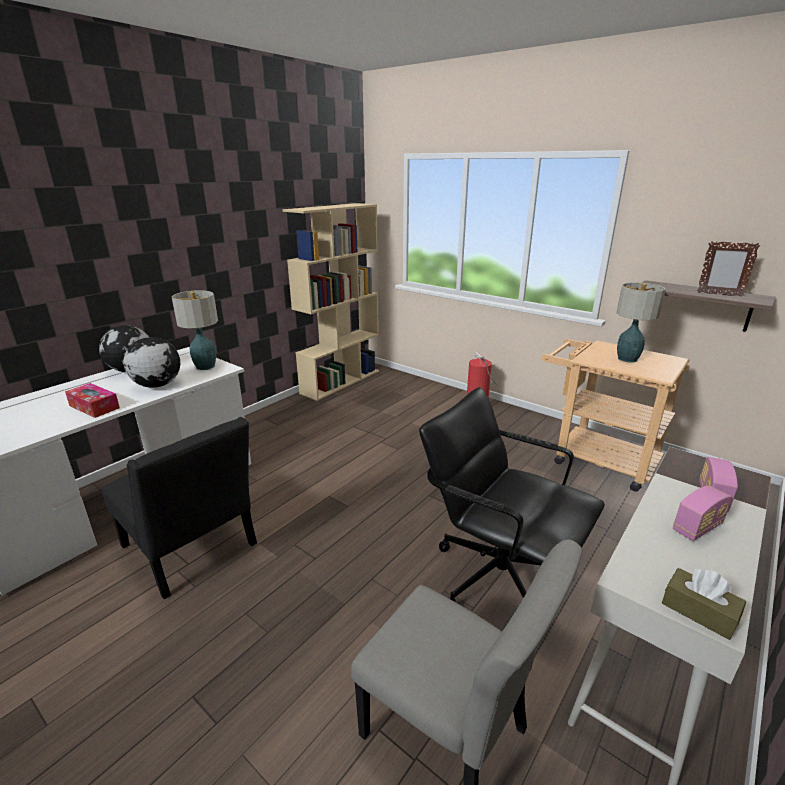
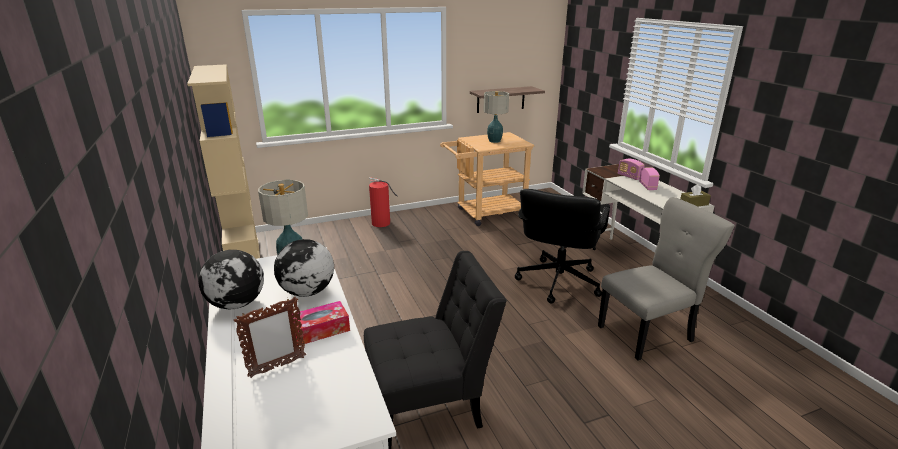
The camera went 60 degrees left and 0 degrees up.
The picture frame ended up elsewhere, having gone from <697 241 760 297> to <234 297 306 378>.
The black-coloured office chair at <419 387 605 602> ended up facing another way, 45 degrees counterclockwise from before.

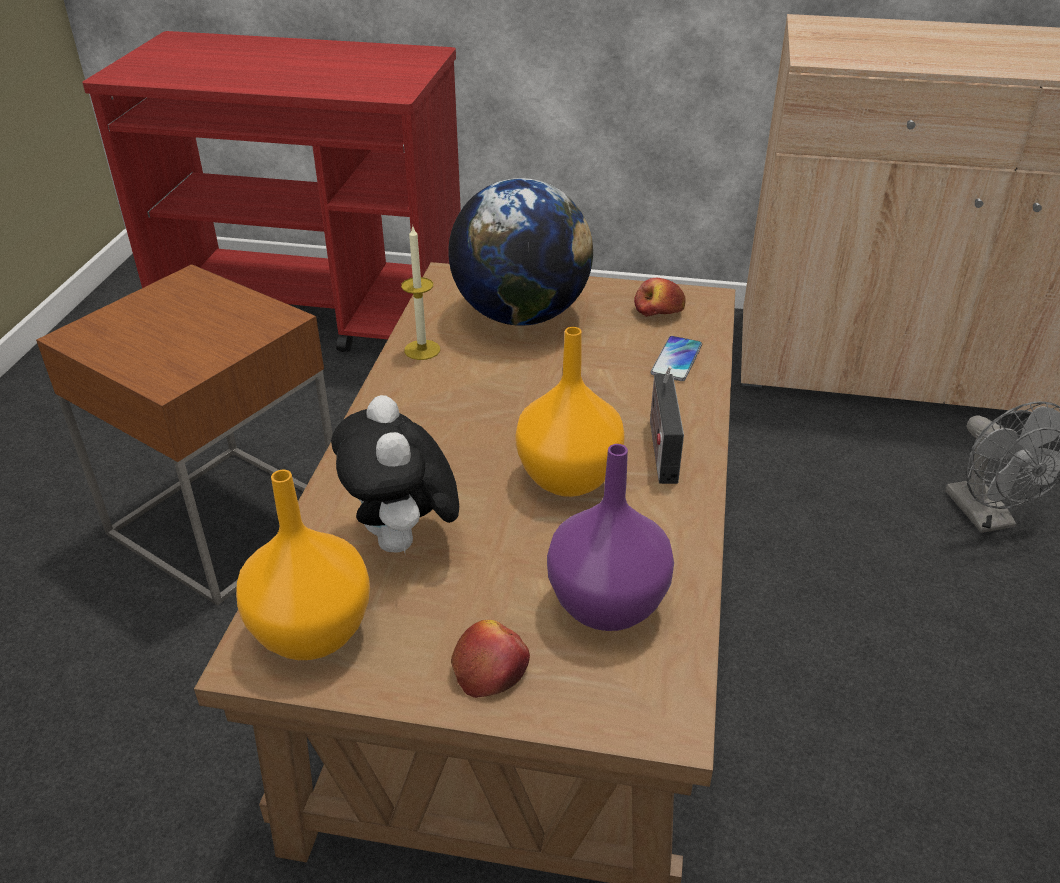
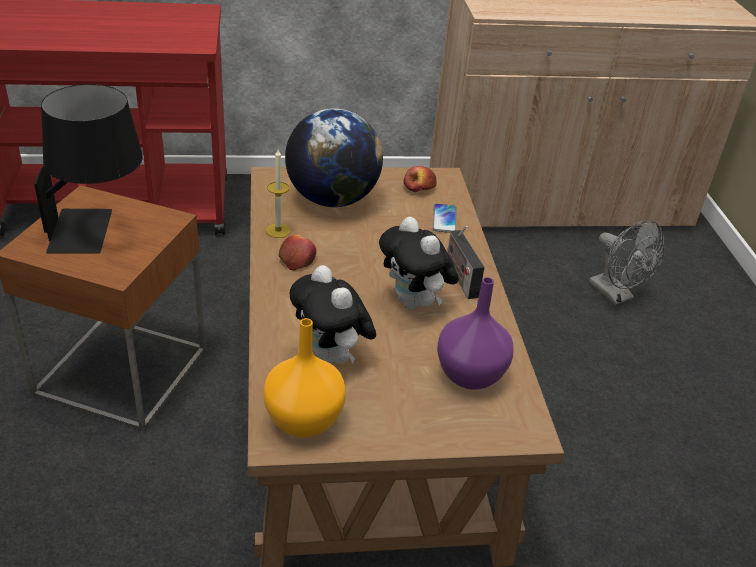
The camera went 20 degrees left and 0 degrees up.
Where the orange-coloured decorative vase stood at <515 327 624 497>, the plush toy came to stand at <379 217 459 310>.
The apple ended up elsewhere, having gone from <451 620 530 698> to <278 234 316 271>.
The second view gained the black-coloured lamp for a table at <34 84 143 254>.

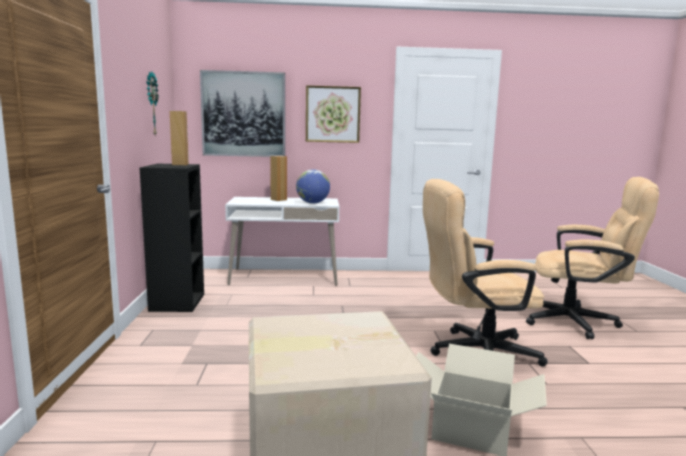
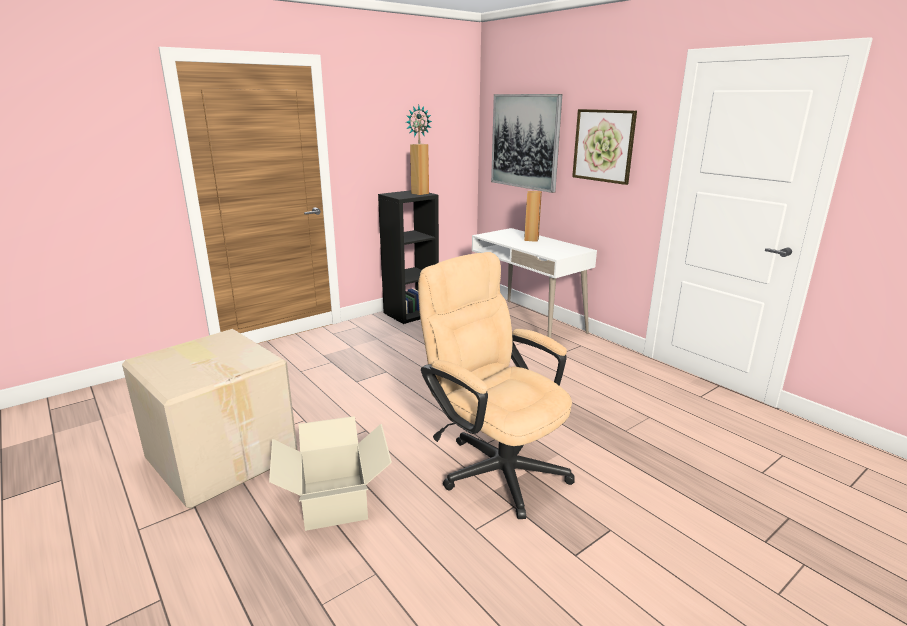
The camera went 55 degrees right and 10 degrees up.
The second view lost the world globe at <296 169 330 204>.
The second view lost the beige-coloured office chair at <526 177 659 339>.

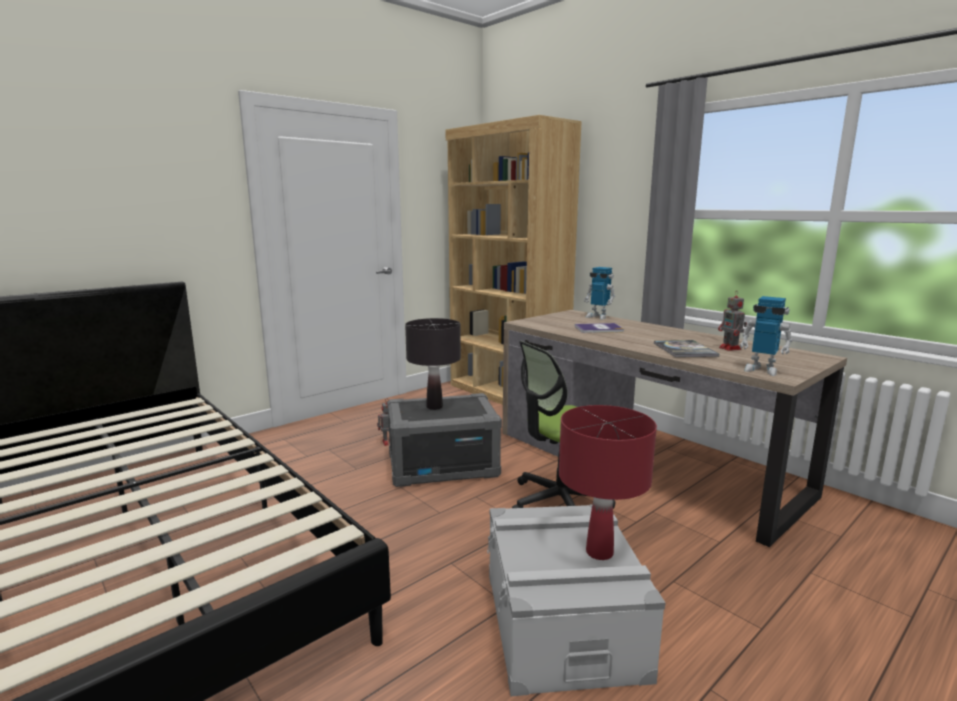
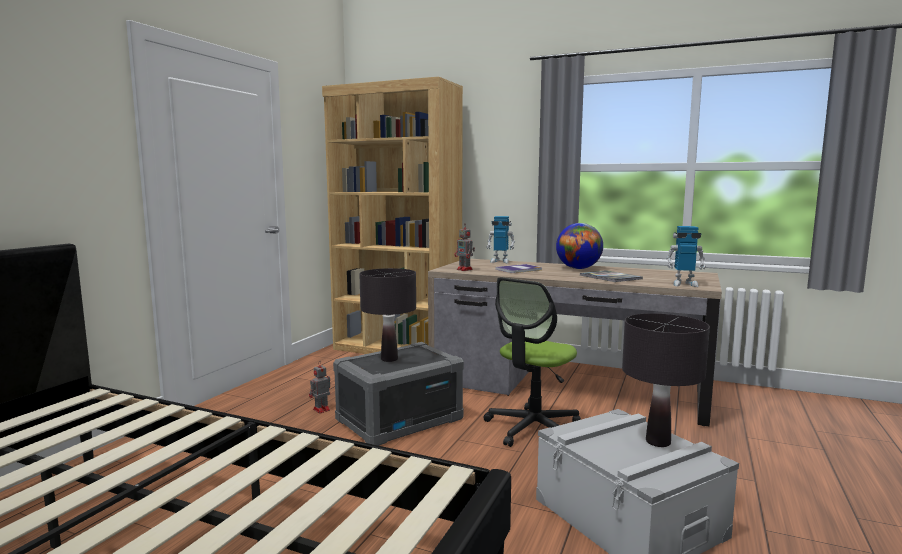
The camera went 25 degrees left and 5 degrees down.
The model robot ended up elsewhere, having gone from <718 291 747 351> to <454 224 475 271>.
What was the red-coloured lamp for a table at <559 405 657 560> turned into the black-coloured lamp for a table at <622 313 710 447>.
The second view gained the world globe at <556 223 603 269>.

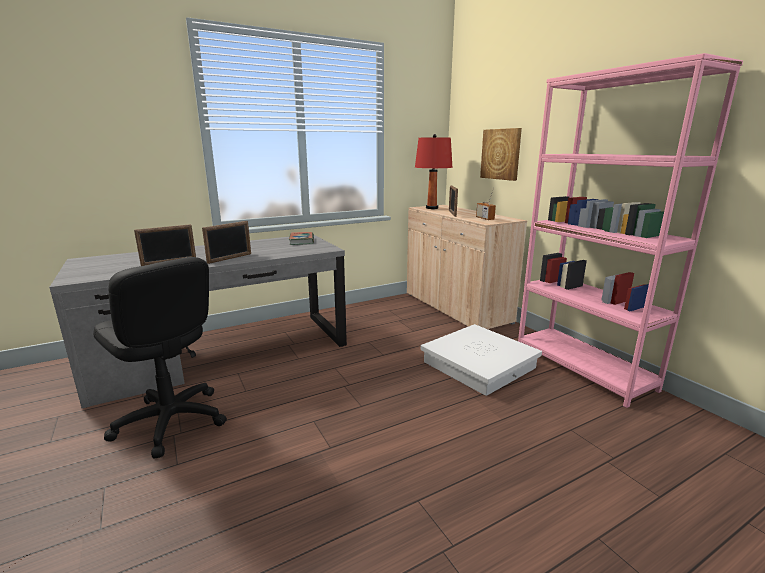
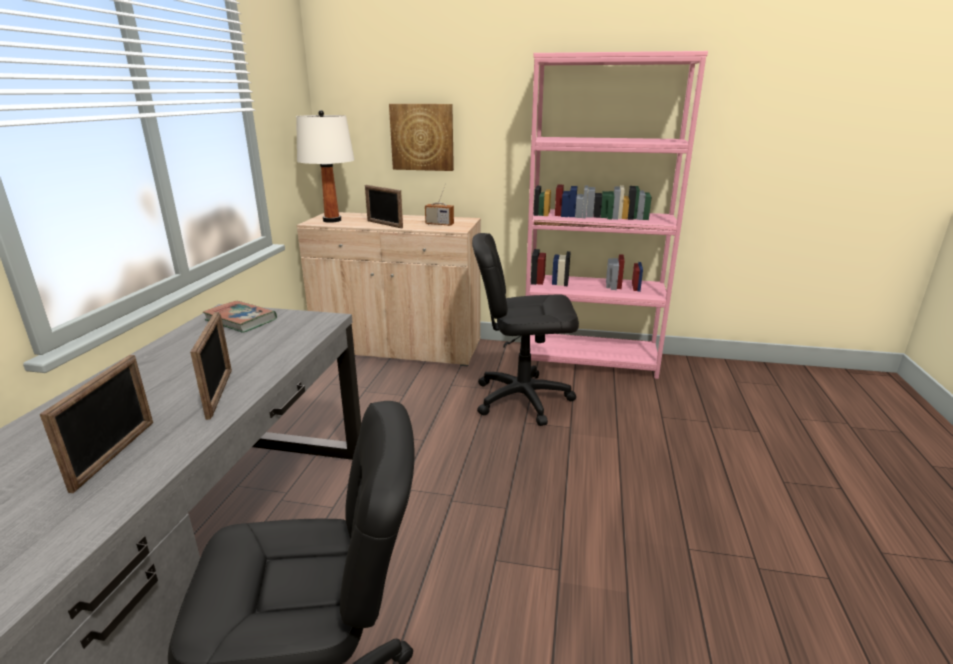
The camera went 50 degrees left and 5 degrees up.
What was the red-coloured lamp for a table at <415 134 453 209> turned into the whitish lamp for a table at <296 110 355 223>.
Where the whitish storage bin stood at <421 324 542 396>, the black-coloured office chair came to stand at <472 233 579 426>.

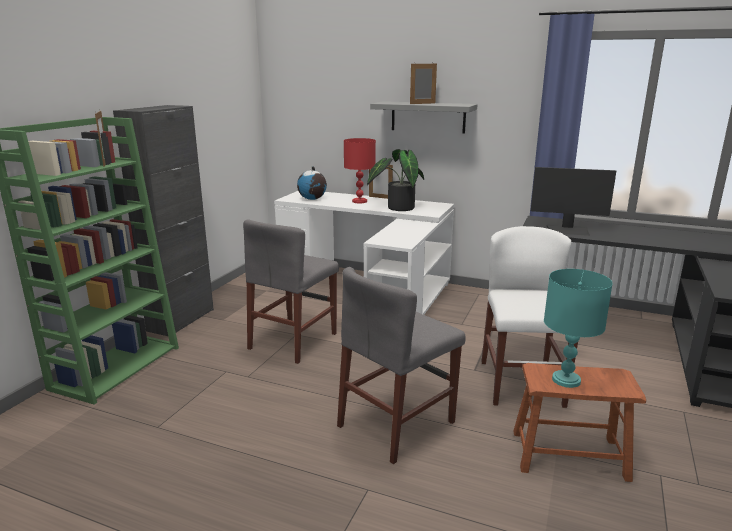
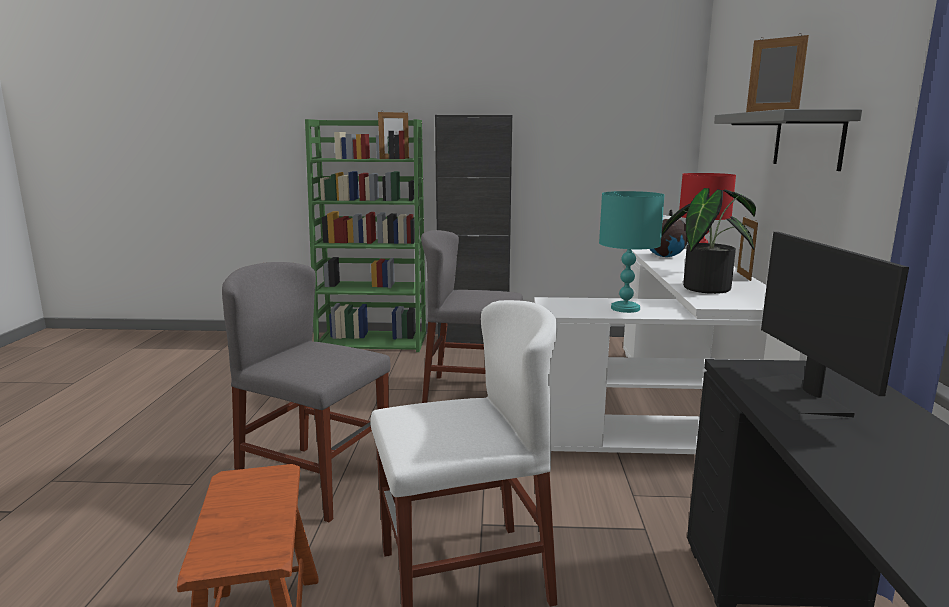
The camera went 70 degrees right and 5 degrees down.
The turquoise lamp for a table ended up elsewhere, having gone from <544 269 613 388> to <599 191 664 313>.

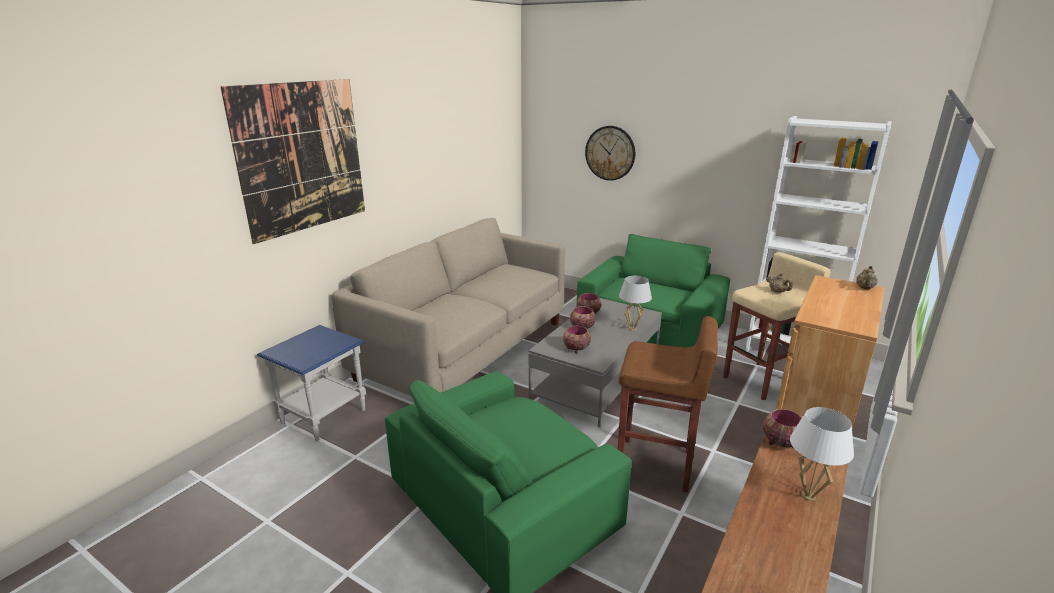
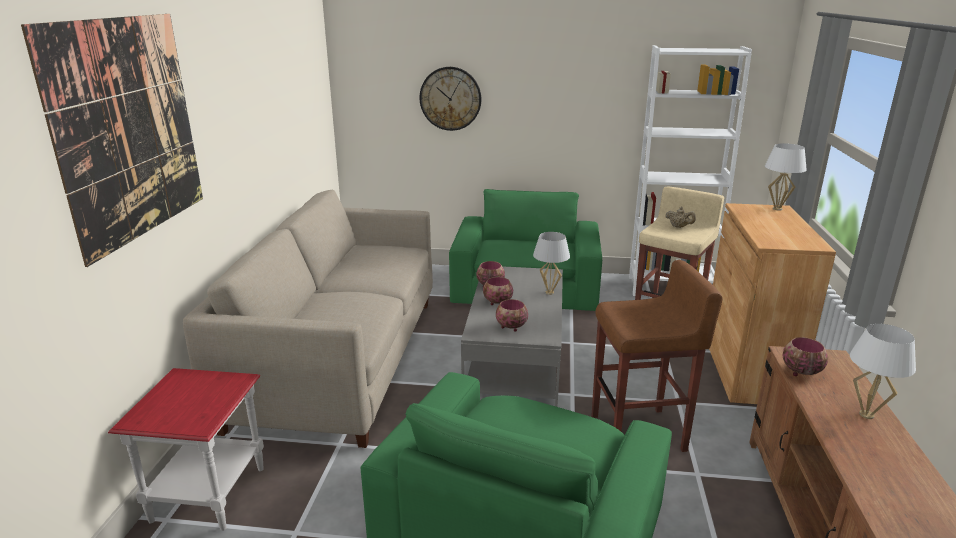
The camera went 25 degrees left and 0 degrees up.
Where the beige-coloured pot for tea stood at <856 266 878 289>, the whitish lamp for a table came to stand at <765 143 807 210>.
What was the blue end table at <257 325 366 441> turned into the red-coloured end table at <108 368 264 531>.

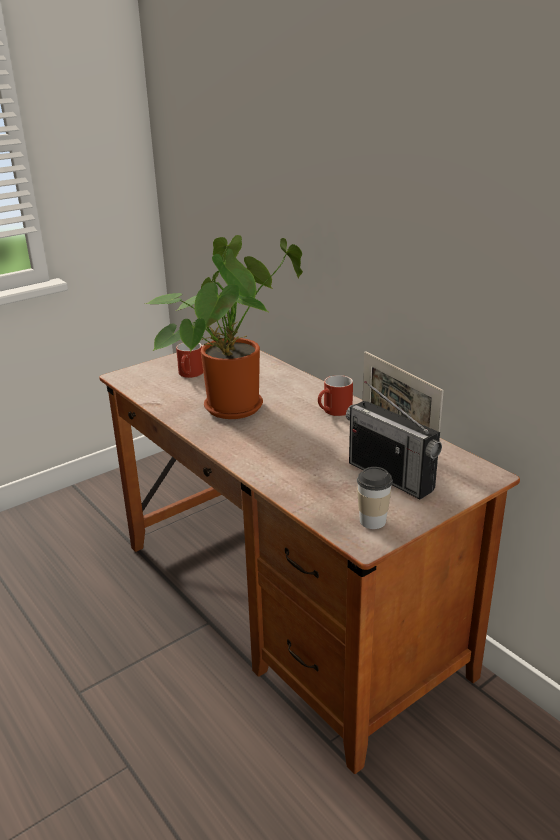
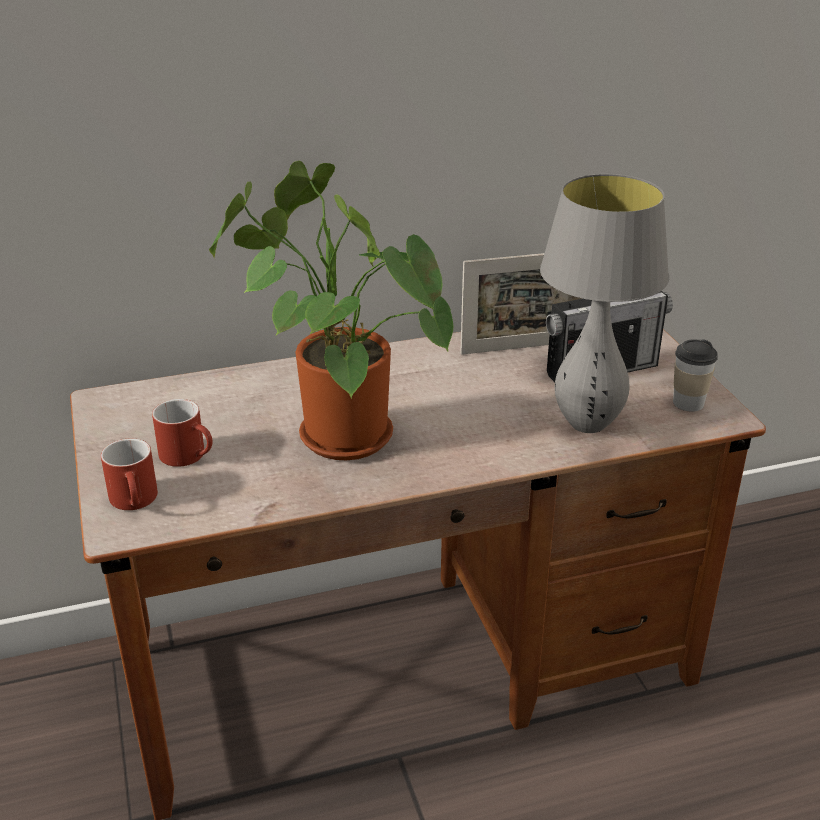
The camera went 70 degrees left and 5 degrees up.
The red-coloured tea mug ended up elsewhere, having gone from <318 375 353 416> to <101 438 158 510>.
The second view gained the greyish lamp for a table at <540 174 669 433>.

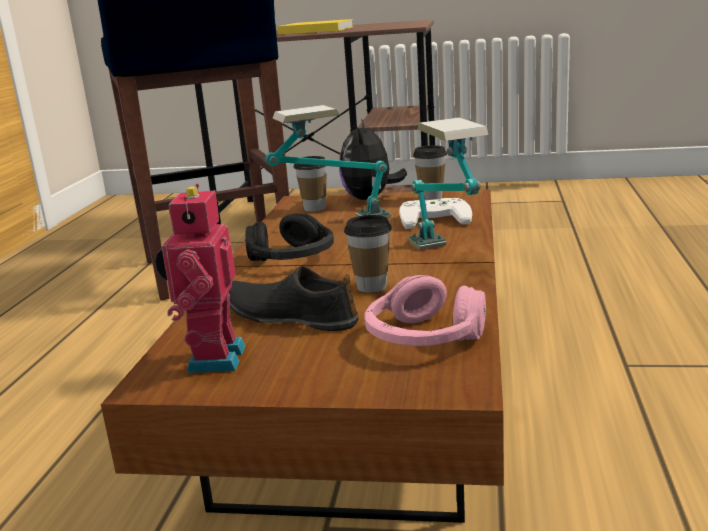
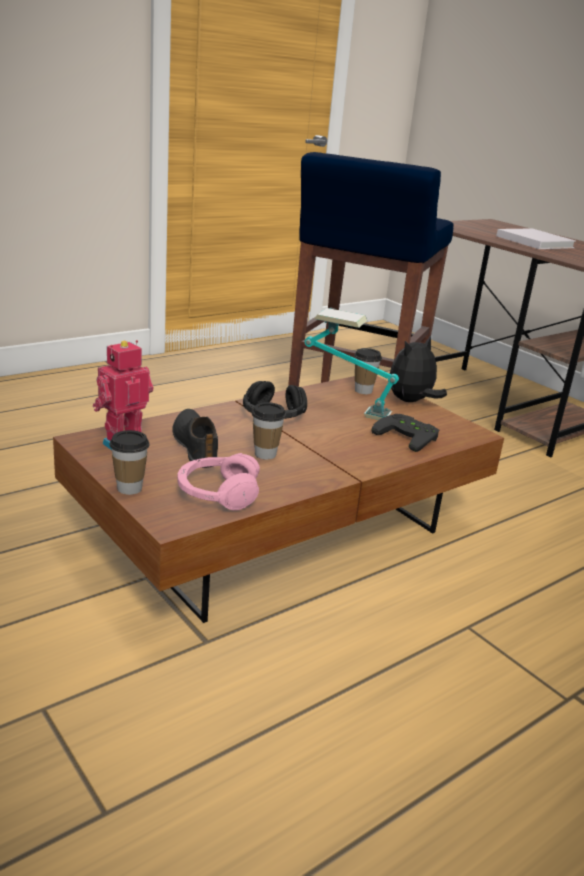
The camera went 40 degrees right and 5 degrees up.
What was the yellowish volume at <277 19 354 35> turned into the whitish volume at <496 228 576 249>.
The second view lost the lamp for a table at <408 117 489 250>.
The drinking cup ended up elsewhere, having gone from <413 145 447 200> to <109 430 149 495>.
What was the whitish game controller at <399 198 472 229> turned into the black-coloured game controller at <372 414 439 452>.

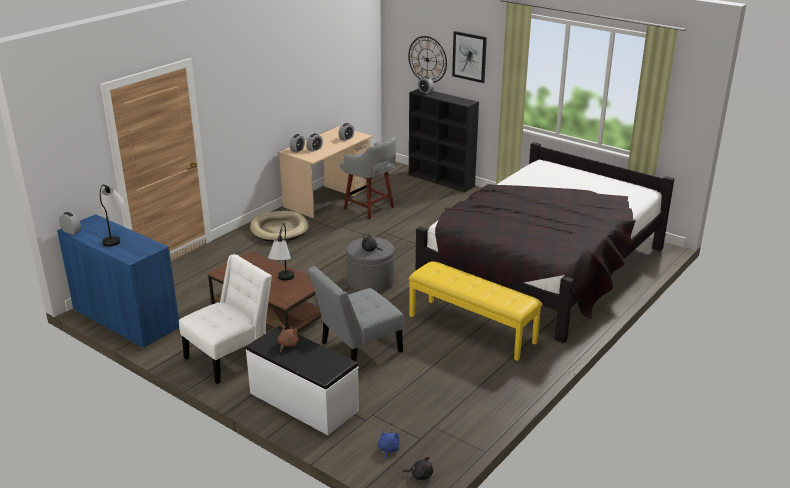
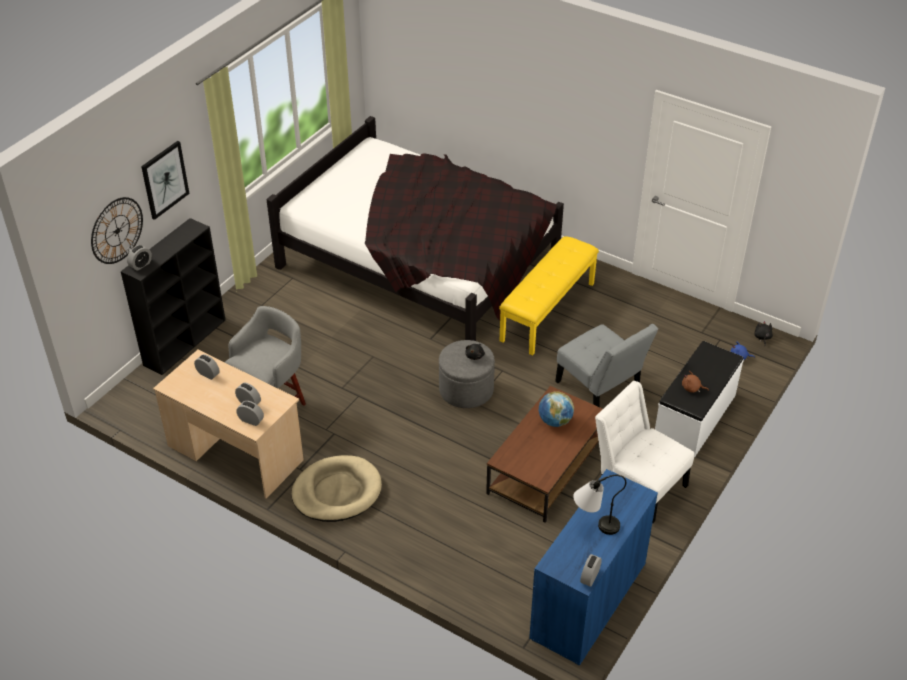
The camera went 95 degrees left and 15 degrees up.
Where the lamp for a table stood at <268 223 294 280>, the world globe came to stand at <539 391 574 427>.

